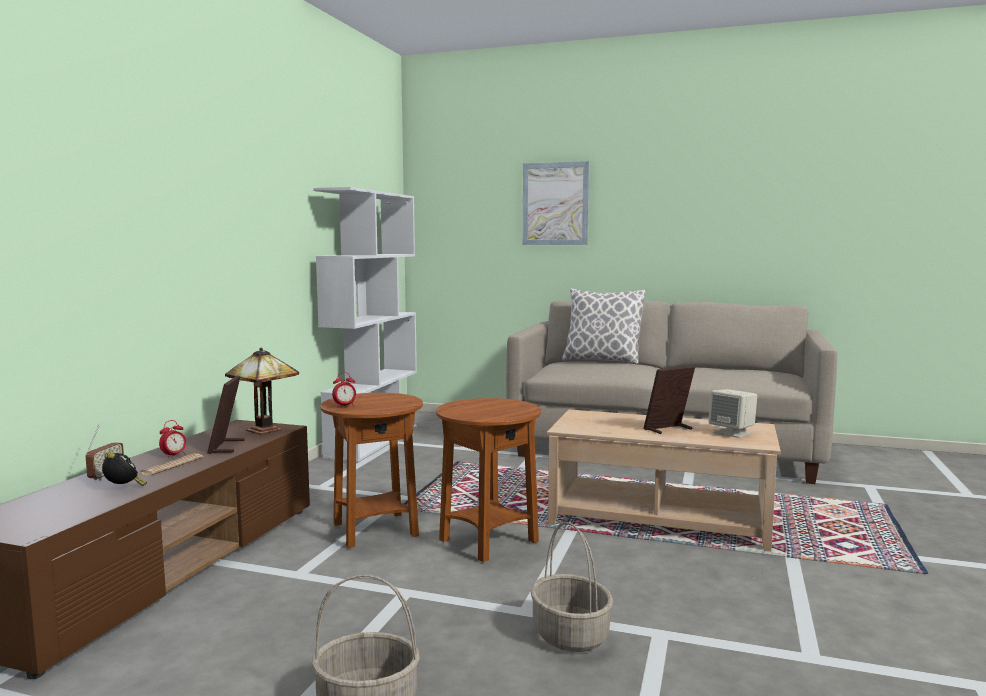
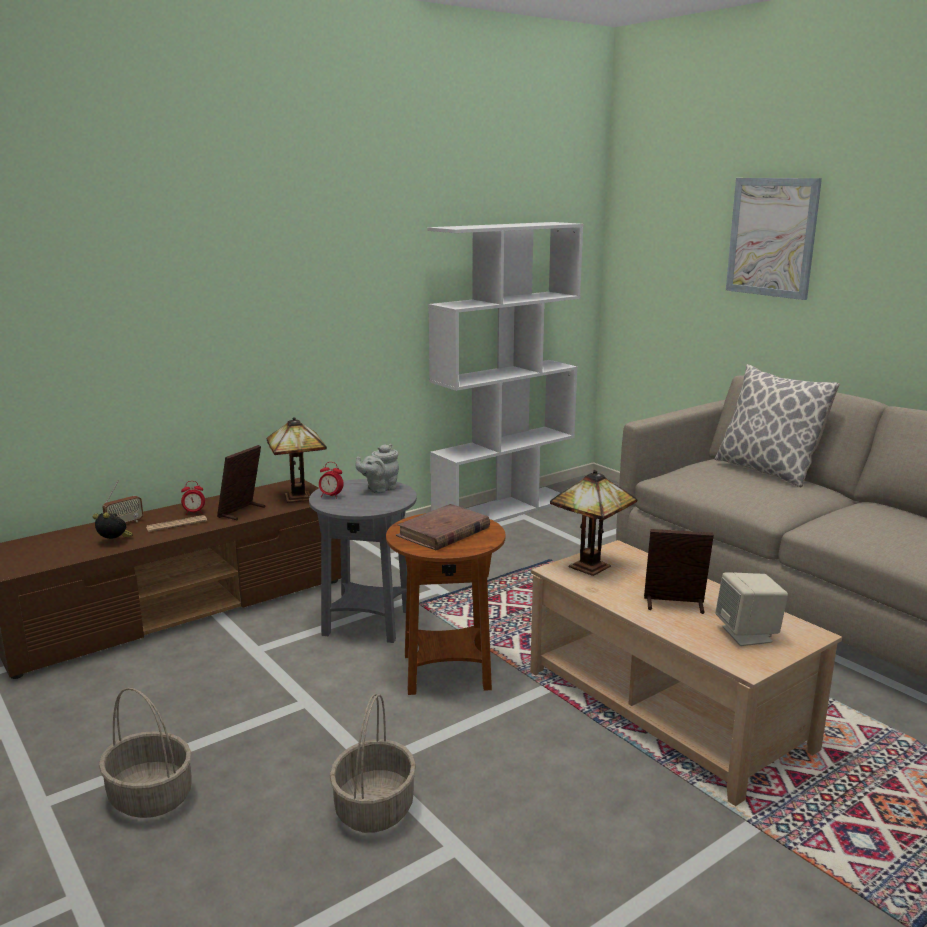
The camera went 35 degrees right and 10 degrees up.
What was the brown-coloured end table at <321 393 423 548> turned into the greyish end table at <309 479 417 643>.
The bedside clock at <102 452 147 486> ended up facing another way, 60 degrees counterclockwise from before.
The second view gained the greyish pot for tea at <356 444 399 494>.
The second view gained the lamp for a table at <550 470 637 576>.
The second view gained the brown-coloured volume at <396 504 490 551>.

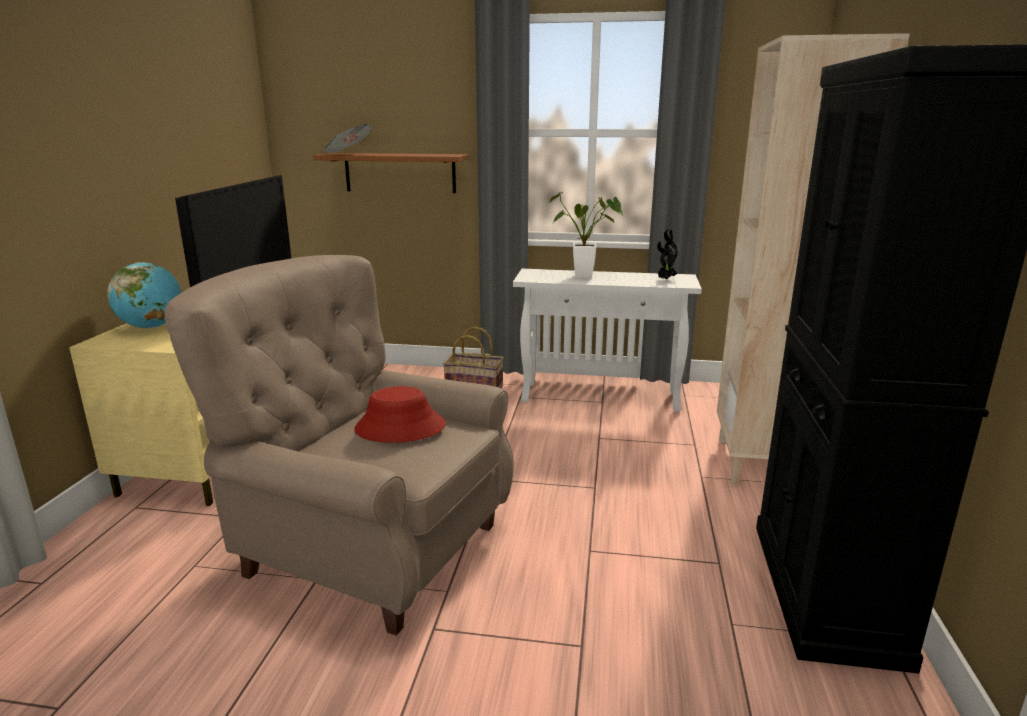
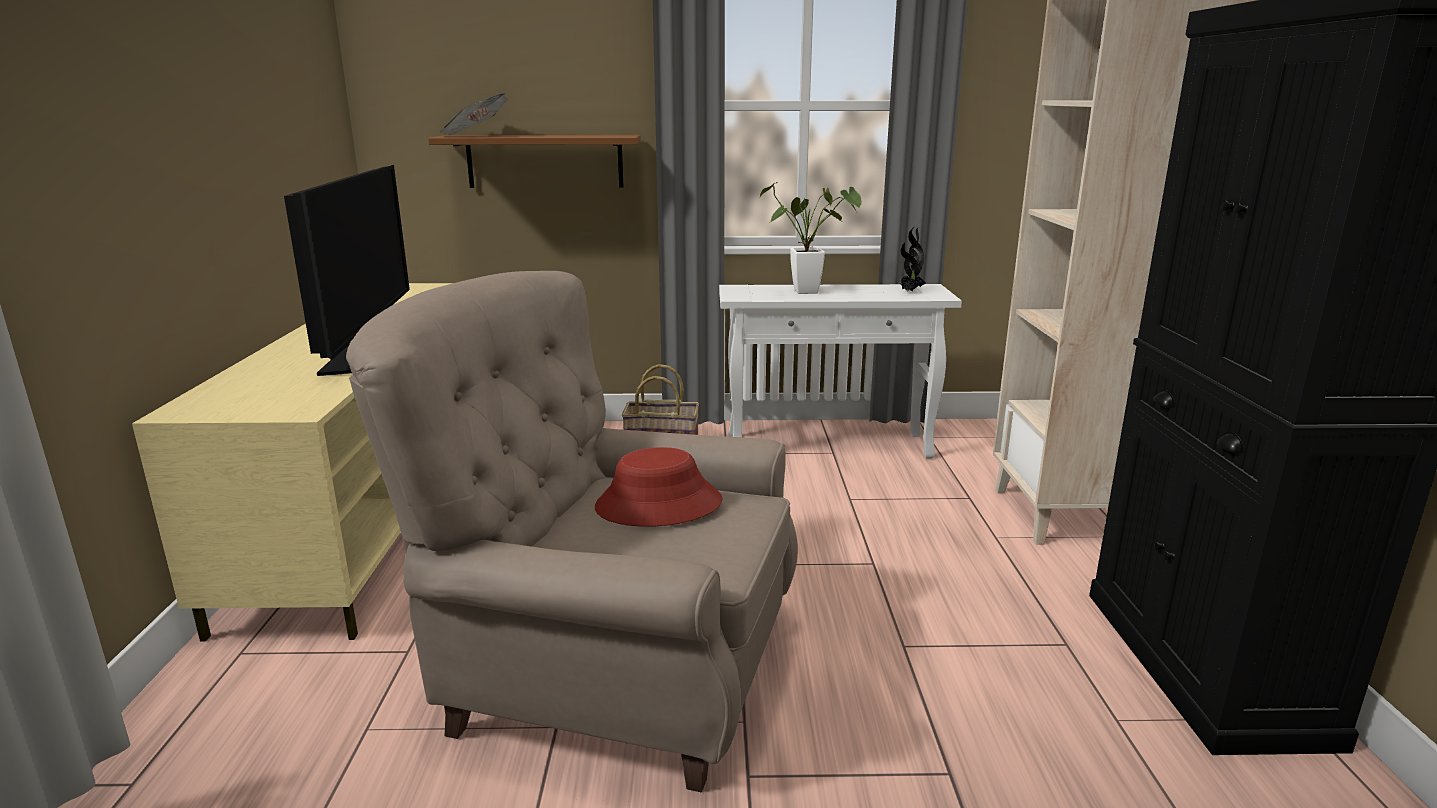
The camera went 10 degrees left and 0 degrees up.
The second view lost the world globe at <107 262 181 329>.

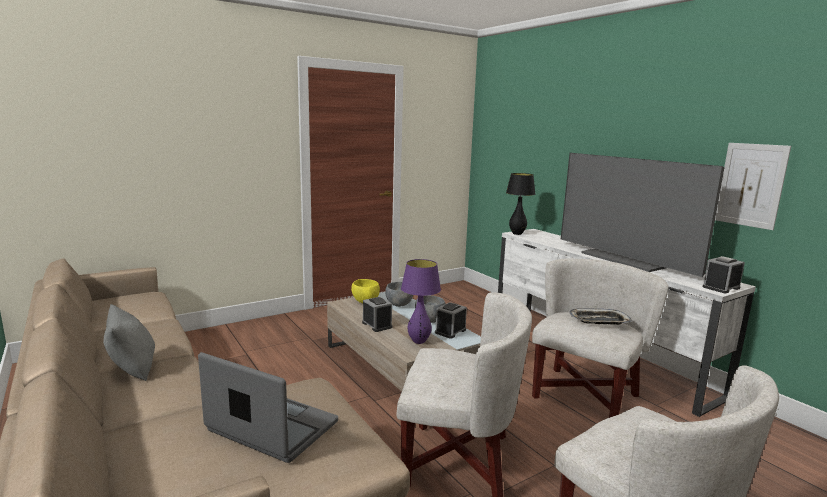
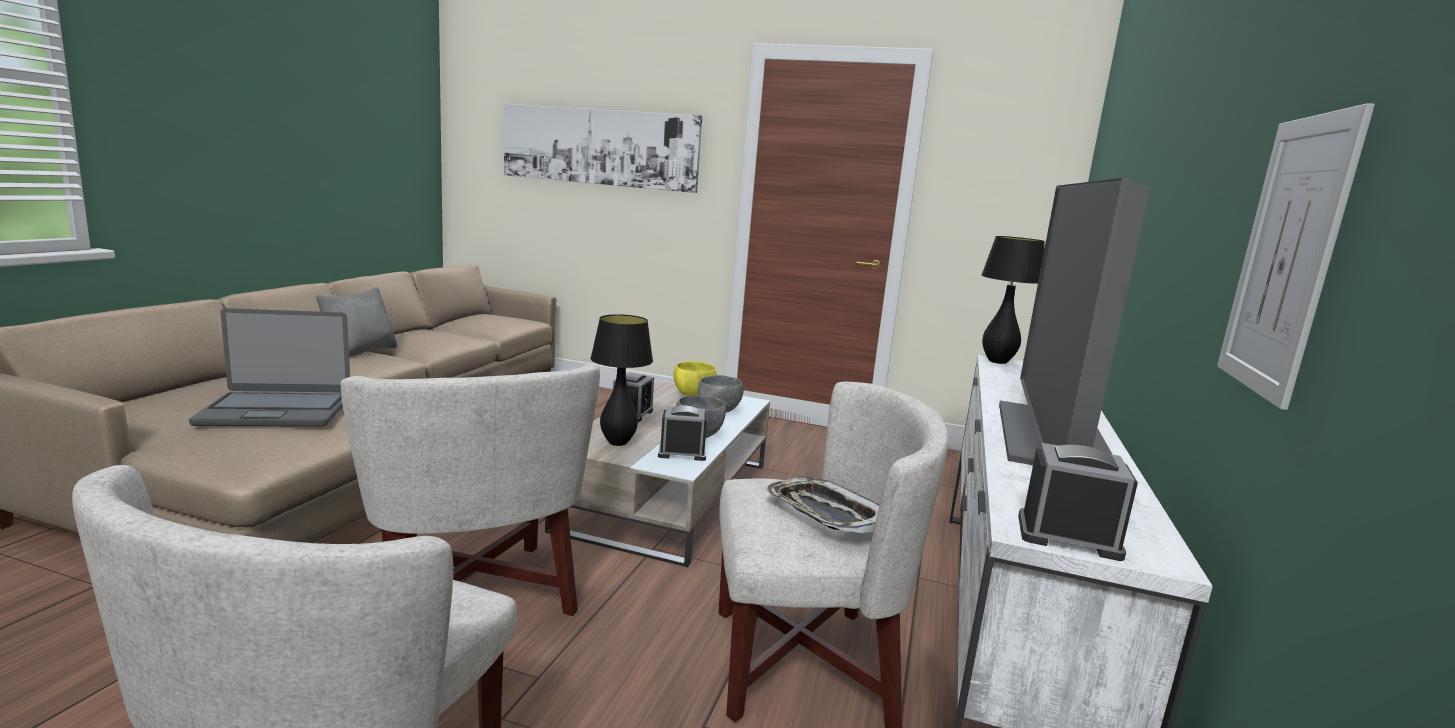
The camera went 50 degrees right and 0 degrees up.
What was the purple-coloured lamp for a table at <401 259 441 344> turned into the black-coloured lamp for a table at <590 314 653 446>.
The portable computer at <198 352 338 463> ended up facing another way, 90 degrees clockwise from before.
The second view gained the wall picture at <504 104 702 193>.

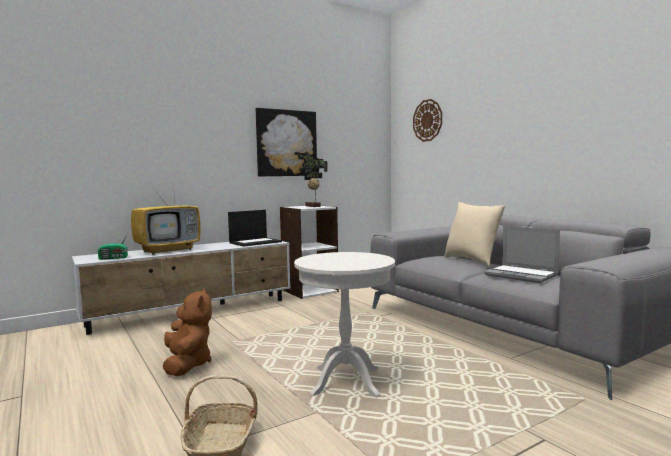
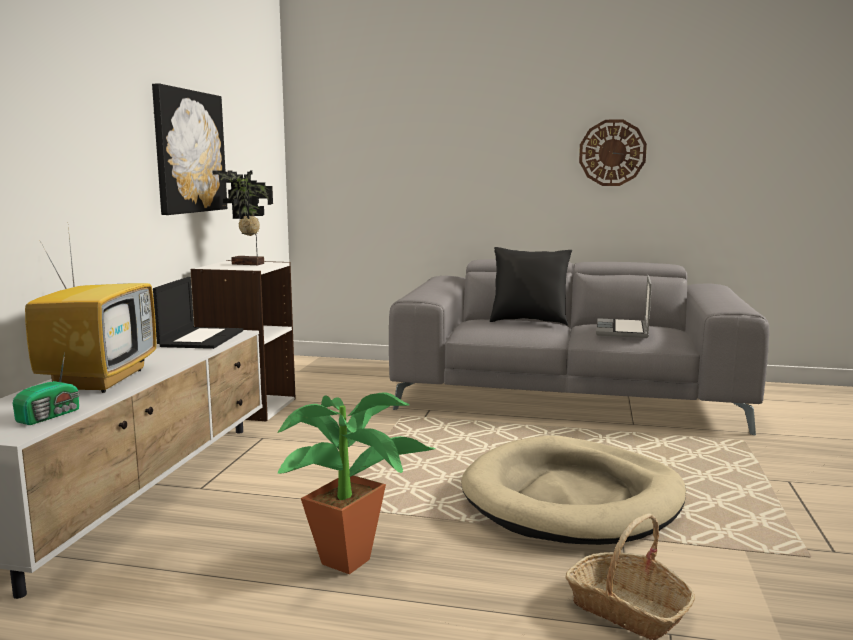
The camera went 45 degrees left and 5 degrees up.
The hanging clock ended up elsewhere, having gone from <413 99 442 142> to <579 119 647 186>.
What was the beige-coloured cushion at <444 202 505 266> turned into the black-coloured cushion at <490 247 572 325>.
The portable computer at <484 226 560 283> ended up facing another way, 105 degrees clockwise from before.
Where the whitish end table stood at <294 252 395 398>, the beige-coloured dog bed came to stand at <461 435 686 545>.
Where the brown-coloured plush toy stood at <163 288 212 376>, the plant in a pot came to stand at <278 393 435 574>.

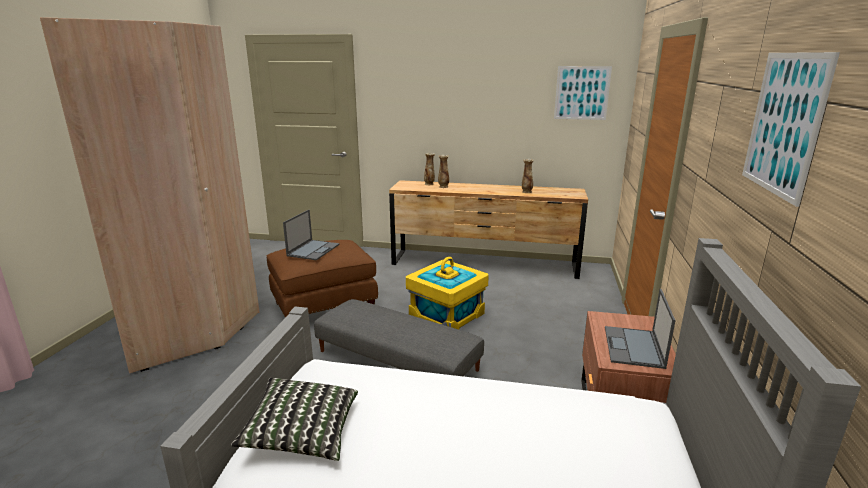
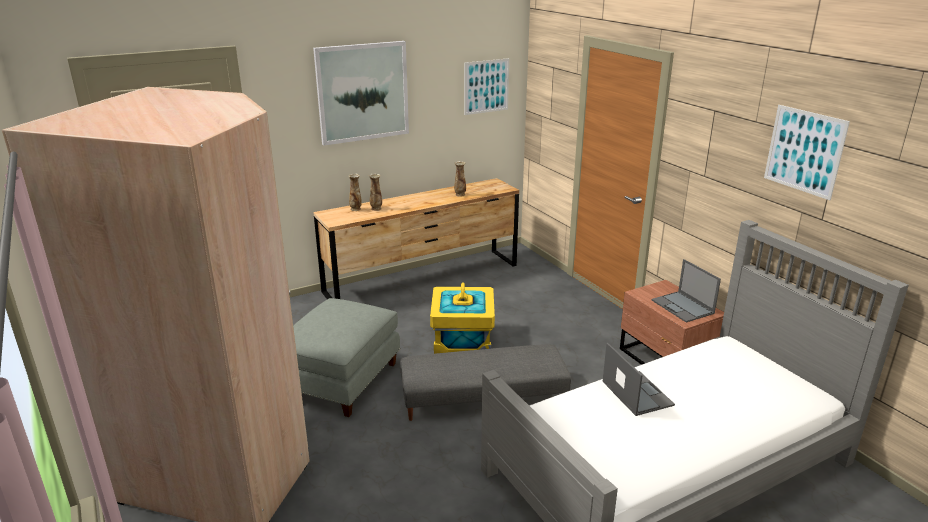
The camera went 40 degrees left and 5 degrees up.
The portable computer ended up elsewhere, having gone from <283 209 340 260> to <603 343 675 416>.
What was the brown-coloured footrest at <266 240 378 318> turned into the greyish footrest at <293 298 400 417>.
The second view lost the cushion at <231 378 358 461>.
The second view gained the wall picture at <313 41 409 146>.

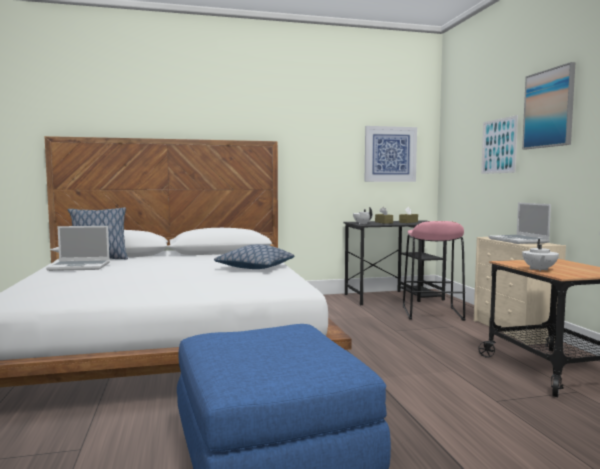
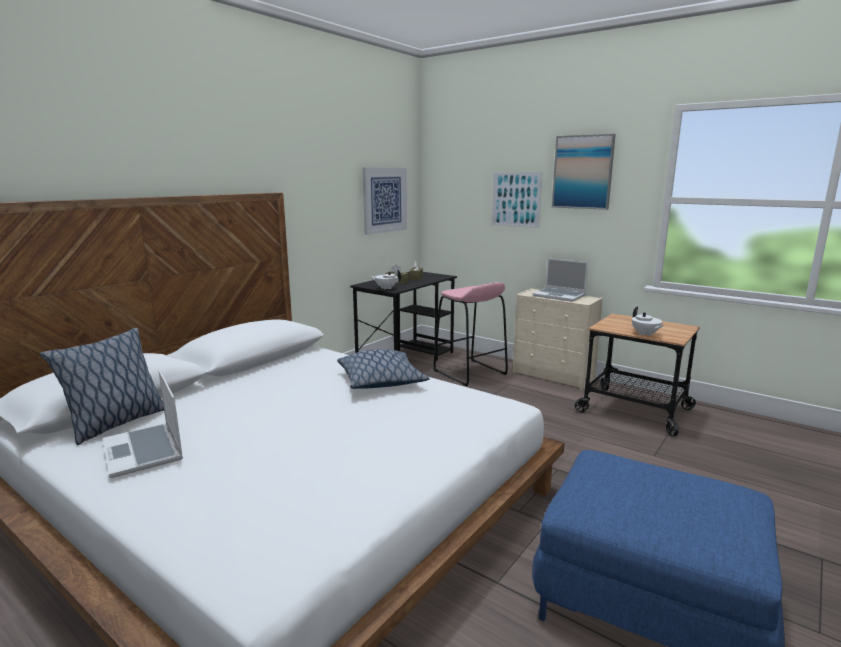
The camera went 40 degrees left and 10 degrees up.
The portable computer at <46 226 110 271> ended up facing another way, 105 degrees clockwise from before.

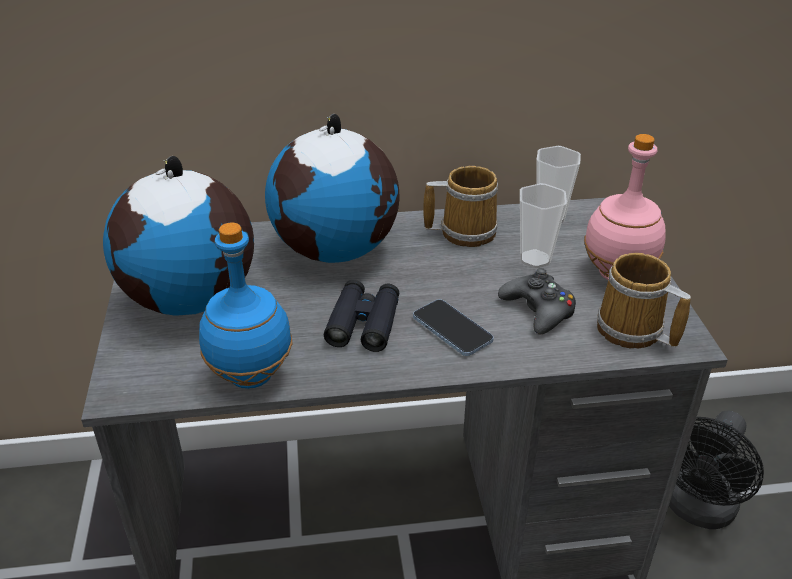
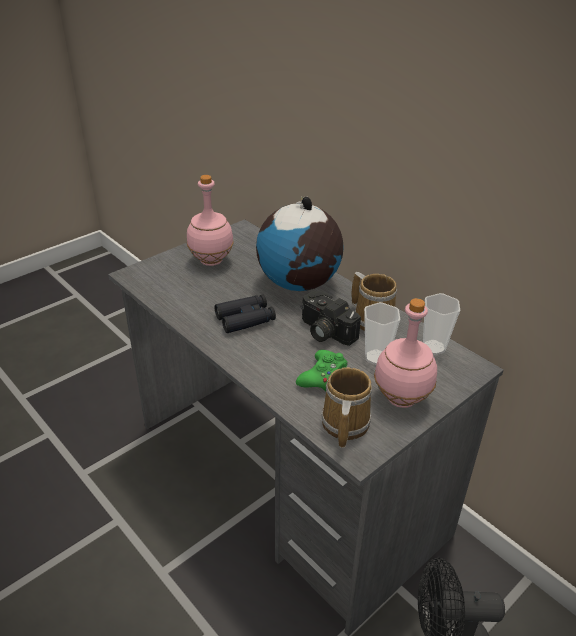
The camera went 55 degrees right and 0 degrees up.
Where the world globe stood at <103 156 254 316>, the pink-coloured bottle came to stand at <187 175 234 266>.
The second view lost the blue bottle at <199 222 293 389>.
What was the black-coloured game controller at <498 268 576 335> turned into the greenish game controller at <296 350 348 391>.
The second view lost the phone at <413 299 494 356>.
The second view gained the still camera at <301 291 361 346>.

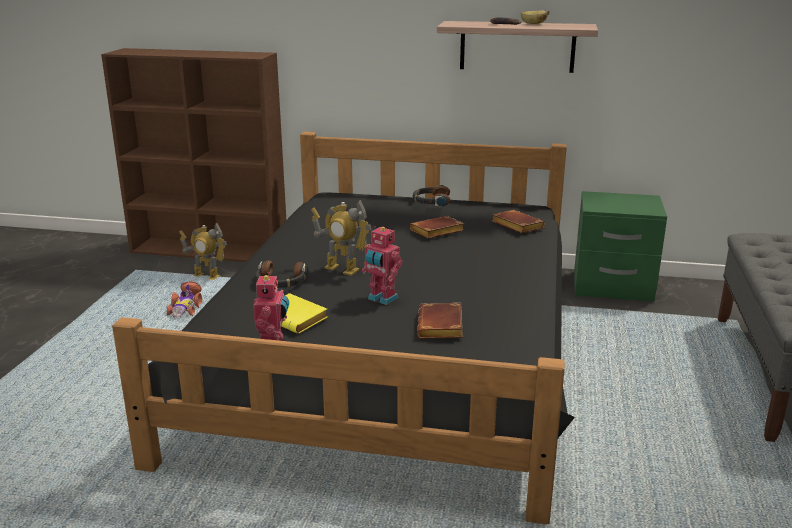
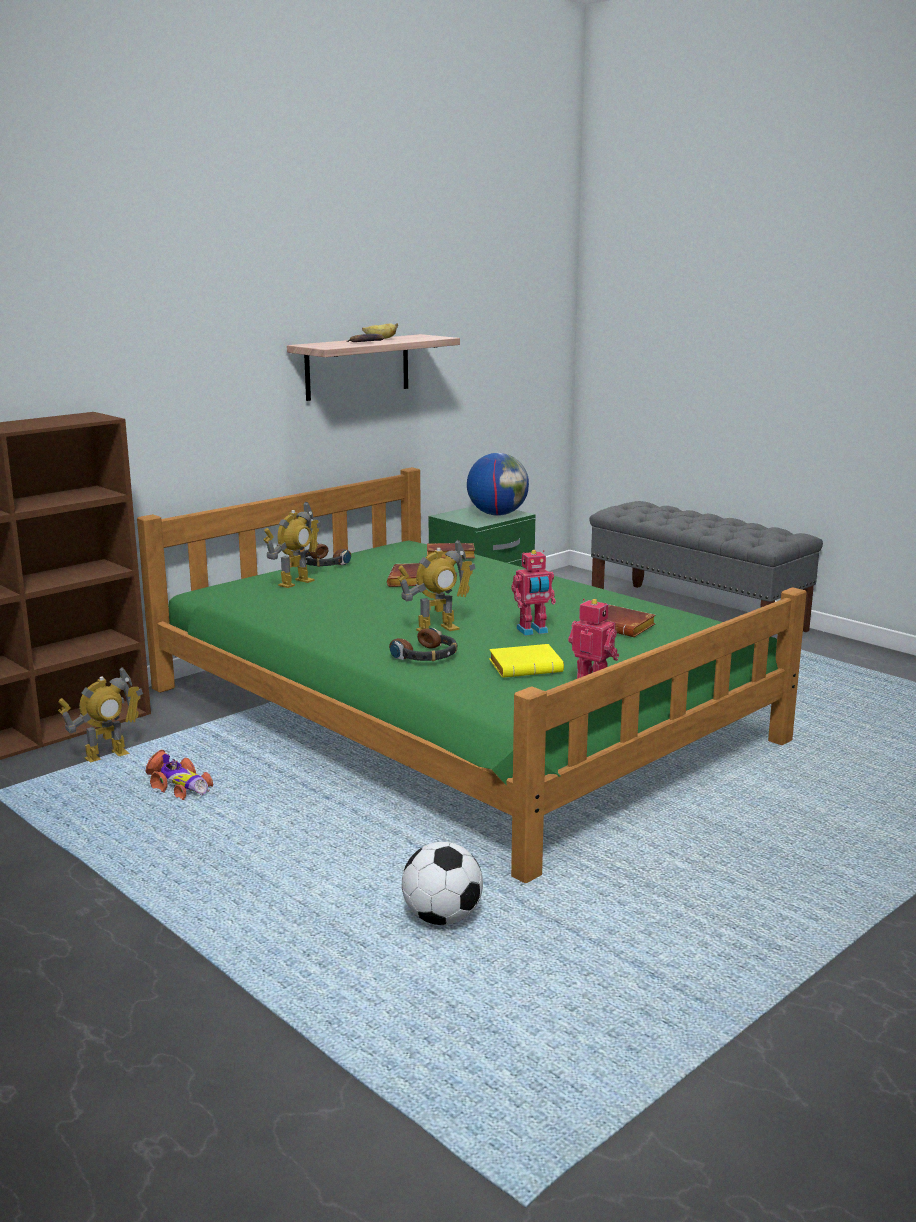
The camera went 55 degrees left and 5 degrees down.
What was the black-coloured bedroom bed at <112 132 575 525> turned into the greenish bedroom bed at <137 467 807 883>.
The second view gained the world globe at <467 453 529 516>.
The second view gained the model robot at <263 502 321 588>.
The second view gained the football ball at <402 842 483 925>.

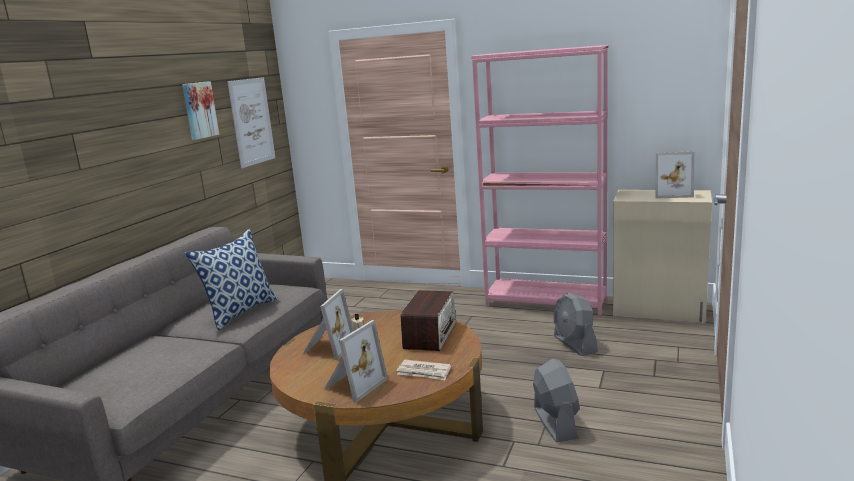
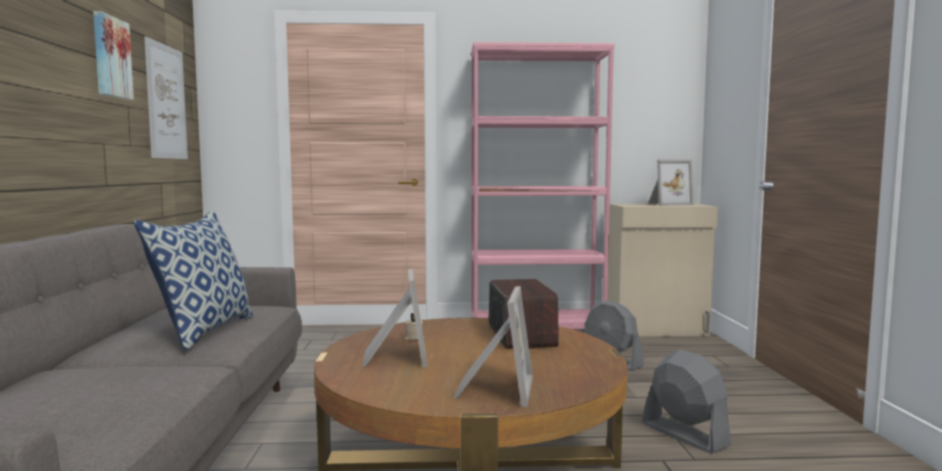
The camera went 25 degrees left and 10 degrees down.
The second view lost the printed paper at <397 360 451 380>.

